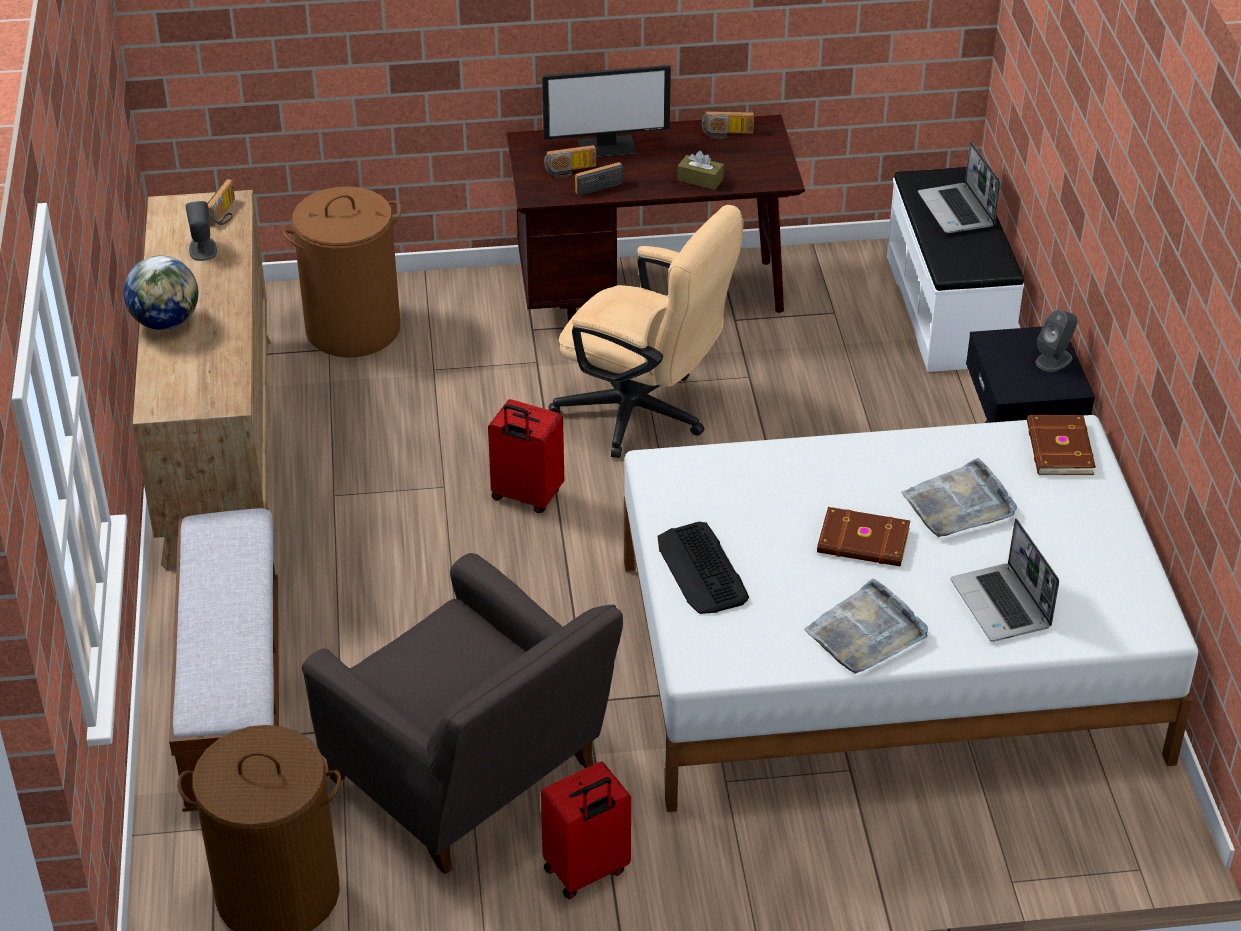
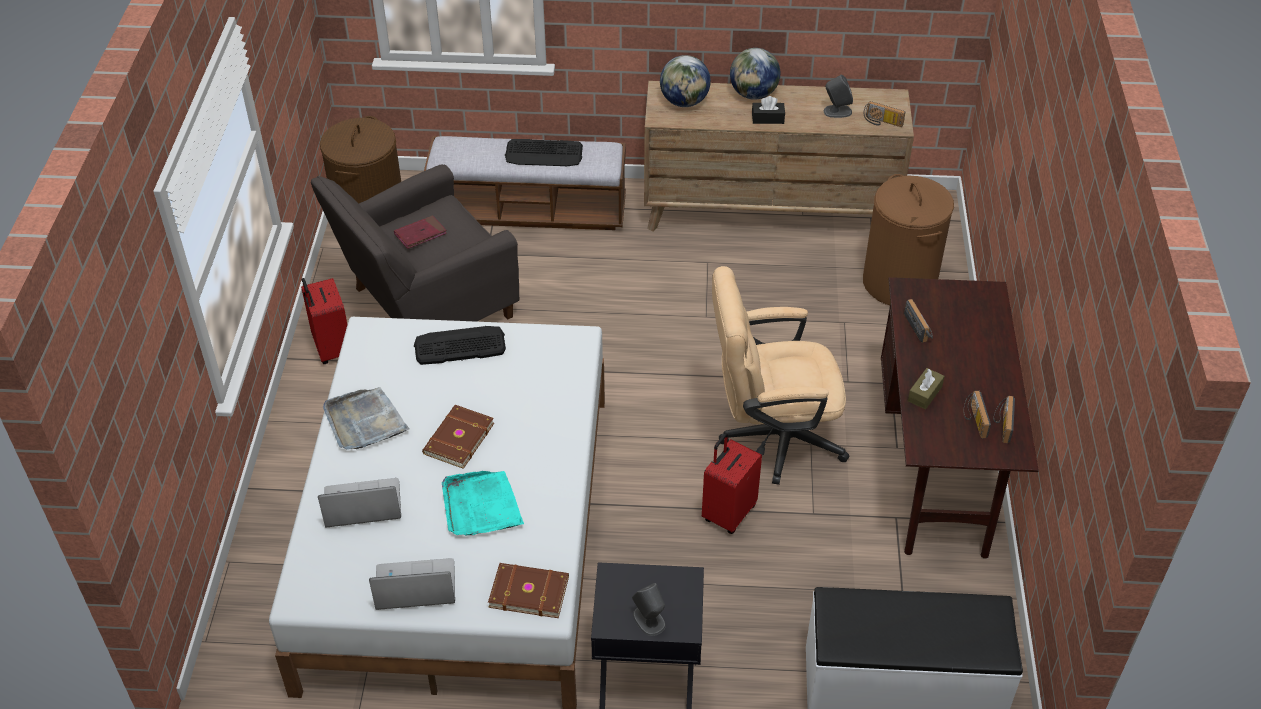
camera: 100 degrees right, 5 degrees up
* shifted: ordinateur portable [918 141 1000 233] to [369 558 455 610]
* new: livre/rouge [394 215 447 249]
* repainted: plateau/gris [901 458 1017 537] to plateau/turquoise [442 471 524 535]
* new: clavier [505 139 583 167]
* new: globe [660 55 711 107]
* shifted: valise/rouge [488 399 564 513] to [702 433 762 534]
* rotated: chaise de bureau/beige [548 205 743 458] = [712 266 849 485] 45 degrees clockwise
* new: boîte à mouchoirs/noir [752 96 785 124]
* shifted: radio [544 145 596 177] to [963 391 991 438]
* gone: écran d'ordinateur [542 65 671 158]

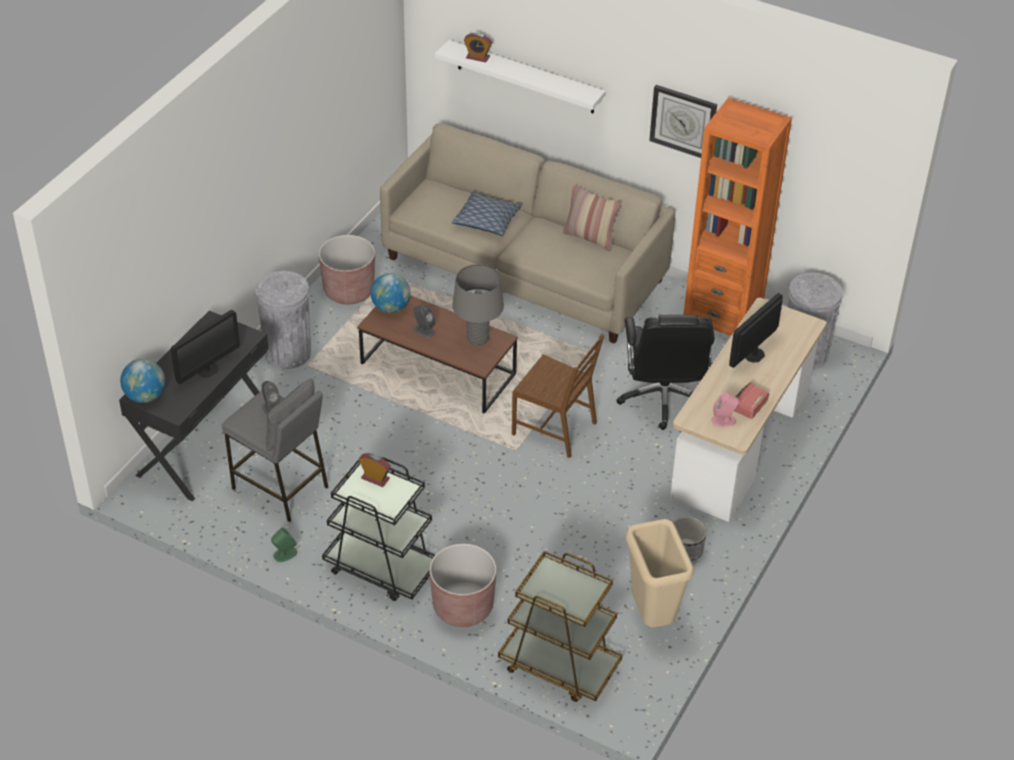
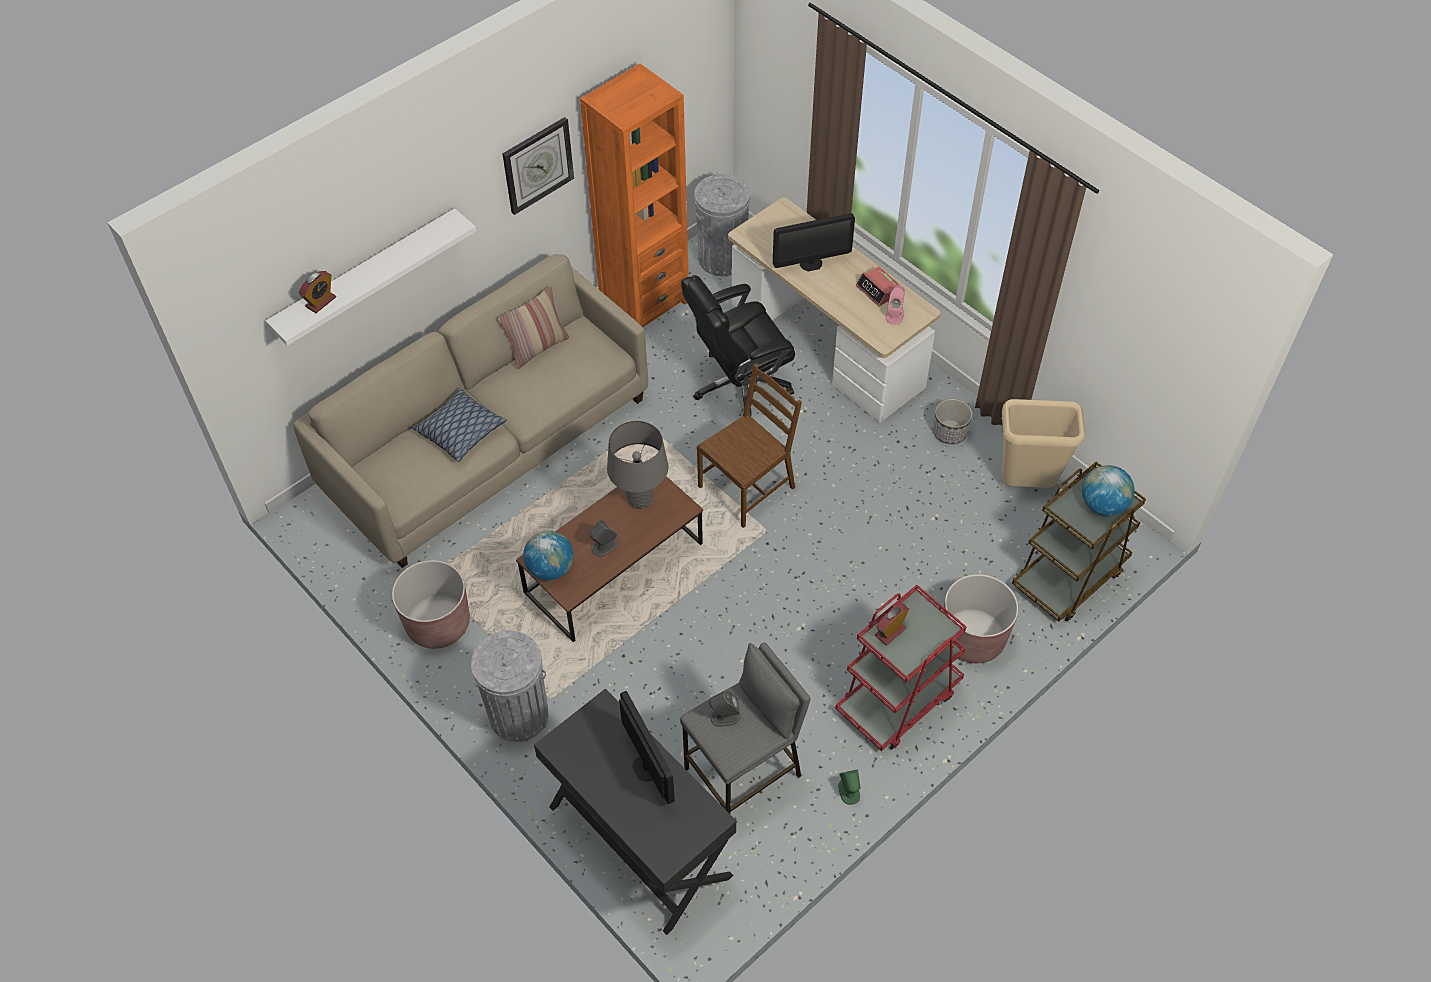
camera: 70 degrees left, 10 degrees up
* rotated: chaise de bureau/noir [616 315 714 430] = [681 275 795 416] 135 degrees clockwise
* rotated: écran d'ordinateur [729 293 783 368] = [773 213 855 271] 75 degrees counterclockwise
* repainted: chariot/noir [322 457 435 601] to chariot/rouge [835 585 966 751]
* shifted: globe [120 359 165 403] to [1082 465 1135 516]

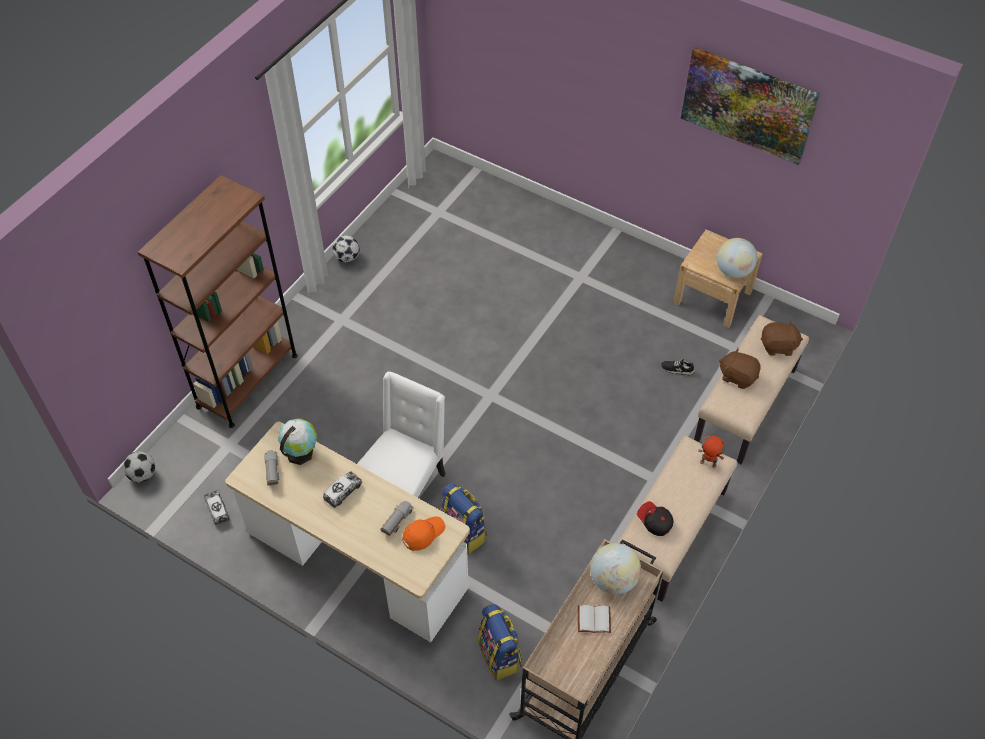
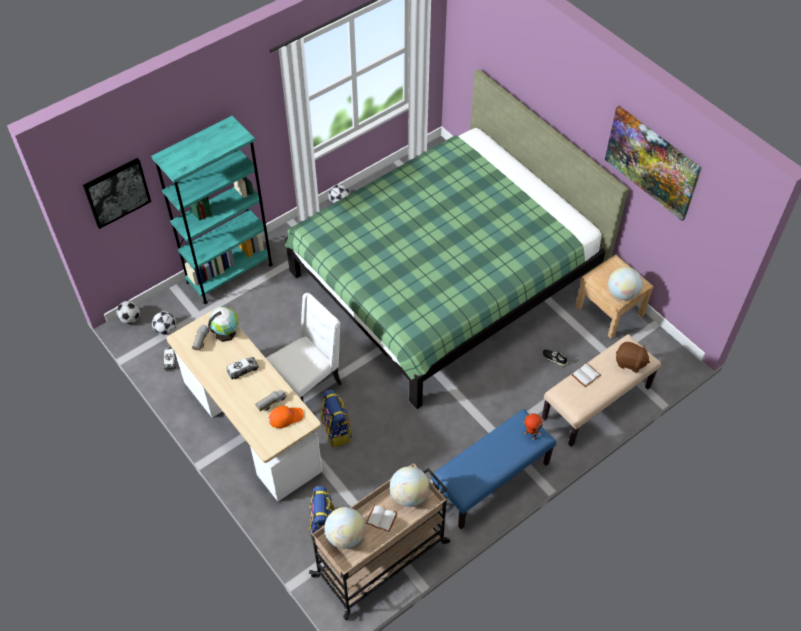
camera: 20 degrees right, 0 degrees up
* new: tableau [83 158 151 229]
* repainted: bibliothèque/marron [138 175 298 428] to bibliothèque/turquoise [151 116 273 304]
* new: ballon de foot [152 311 176 335]
* new: lit/vert [285 69 629 409]
* new: globe [324 507 365 549]
* repainted: banc/beige [617 436 738 602] to banc/bleu [431 409 556 529]
* swapped: peluche/marron [719 348 761 389] to livre/blanc [571 363 601 387]
* gone: casquette [637 501 674 536]

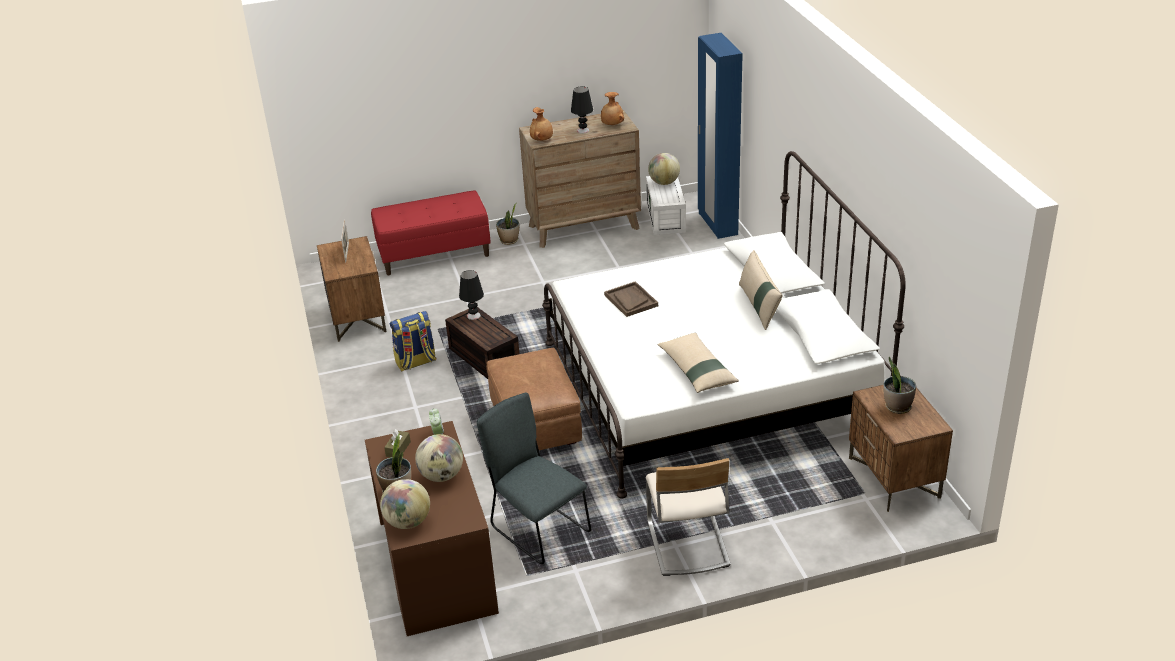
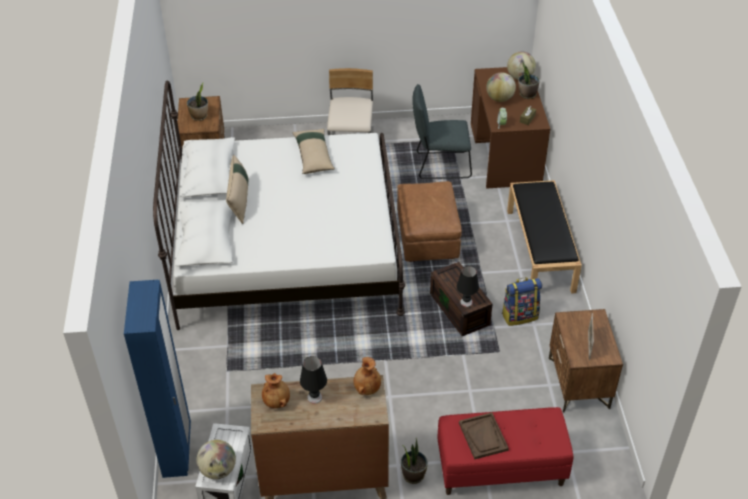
camera: 170 degrees left, 10 degrees up
* rotated: chaise/gris [477 392 591 564] = [412 84 472 179] 120 degrees clockwise
* shifted: plateau/marron [604 281 658 317] to [459 412 509 460]
* new: banc/noir [507 180 582 294]

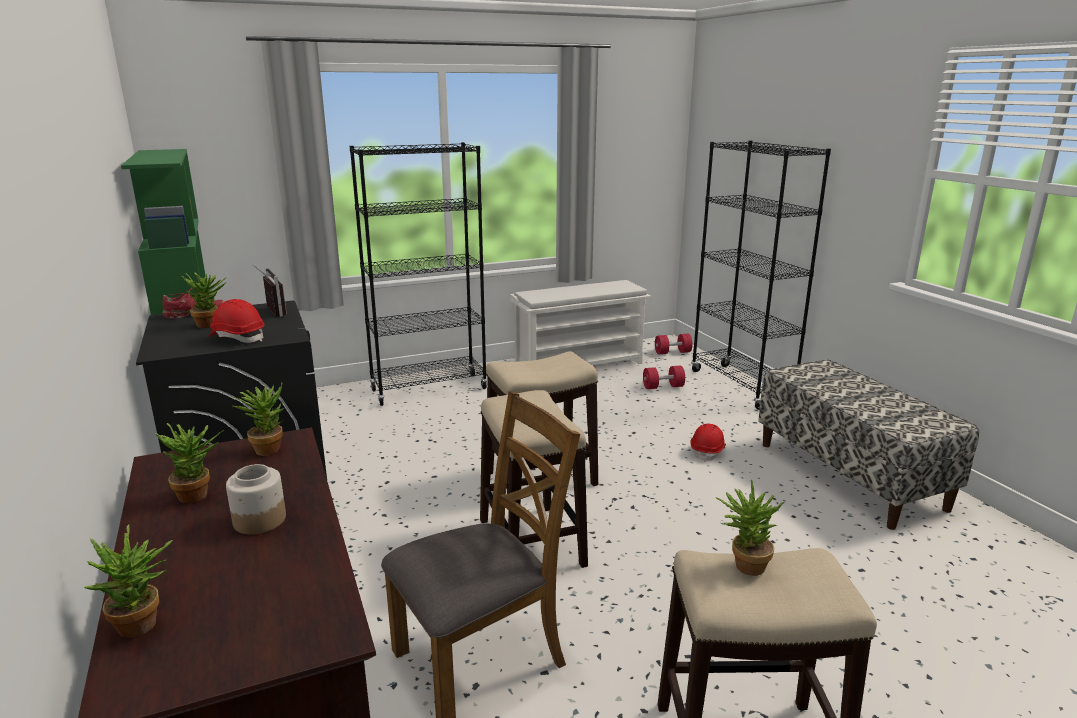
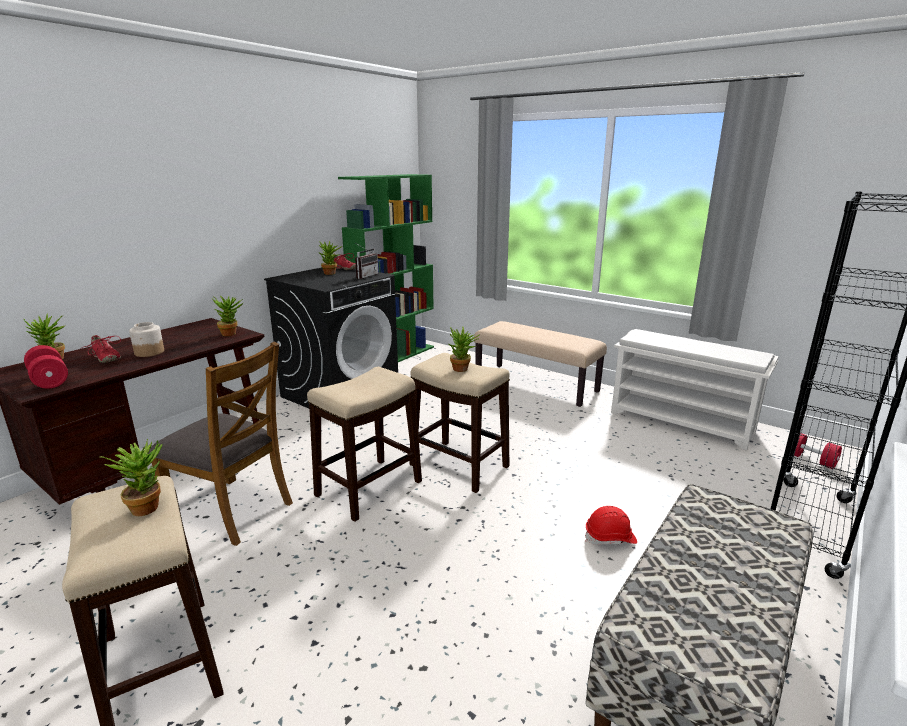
camera: 60 degrees right, 0 degrees up
* shifted: haltère/rouge [643 366 685 389] to [24 345 68 389]
* new: chaussure/rouge [82 335 121 363]
* shifted: plante en pot [155 423 224 504] to [449 326 479 372]
* swapped: bibliothèque/noir [350 142 488 406] to banc/beige [474 321 607 407]
* gone: casque de chantier/rouge [207 299 265 343]

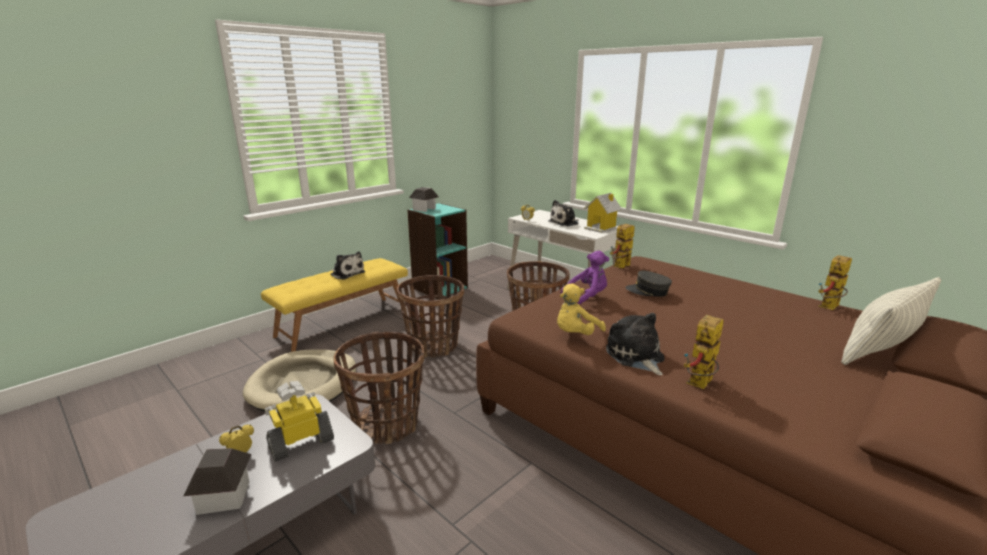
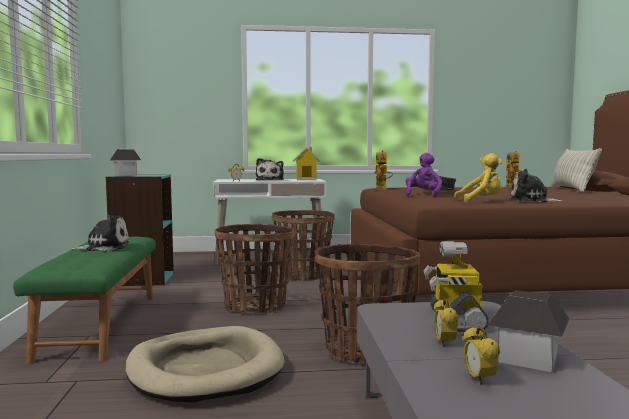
camera: 50 degrees left, 15 degrees down
* repainted: banc/jaune [261 258 408 352] to banc/vert [13 237 156 365]
* rotated: peluche/jaune [557 284 606 335] = [454 153 503 203] 90 degrees counterclockwise
* new: réveil [463 326 500 385]
* gone: robot jouet [684 315 724 389]

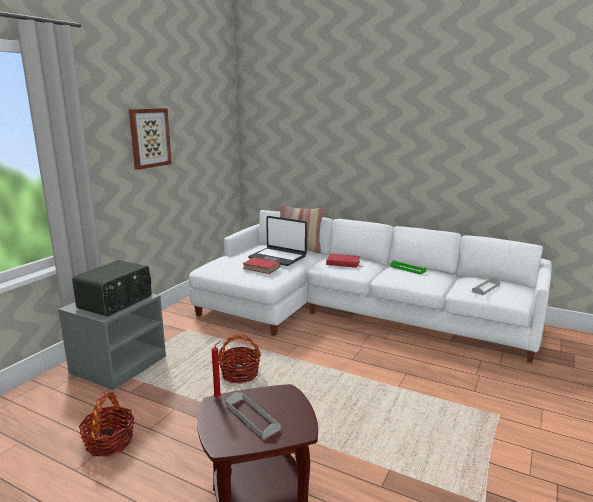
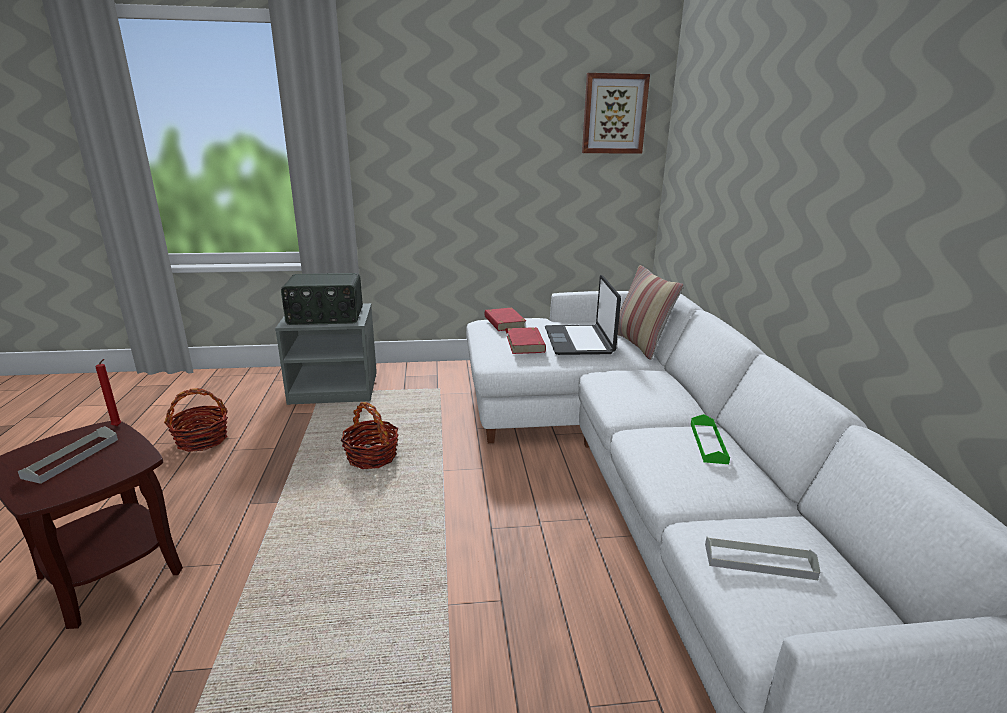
camera: 55 degrees right, 5 degrees up
* shifted: livre/rouge [326 254 363 268] to [485 308 526 334]
* shifted: tableau [129 108 172 170] to [582 73 650 154]

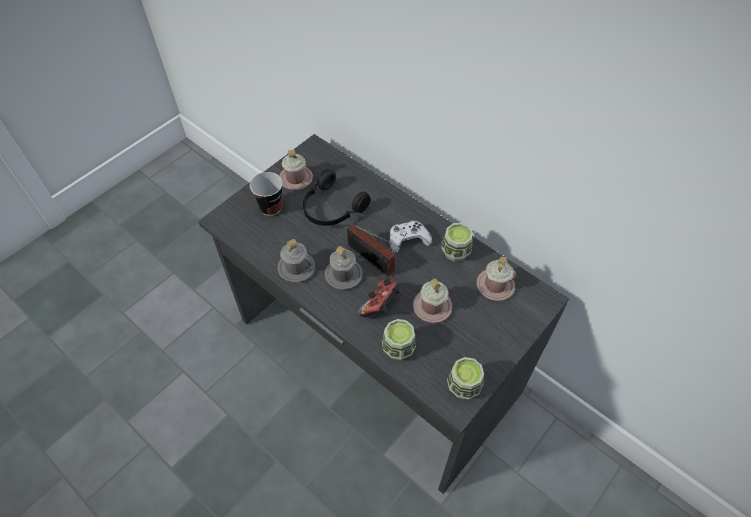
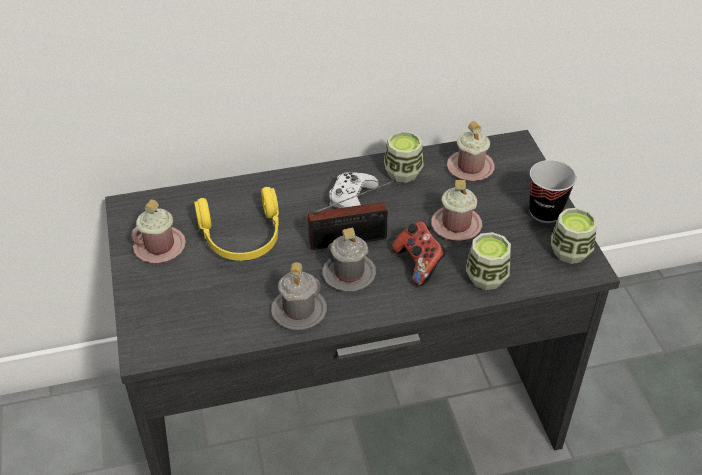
camera: 55 degrees left, 10 degrees down
* repainted: casque audio/noir [303 169 371 226] to casque audio/jaune [194 187 279 261]
* shifted: tasse [250 172 283 216] to [529 160 577 223]

